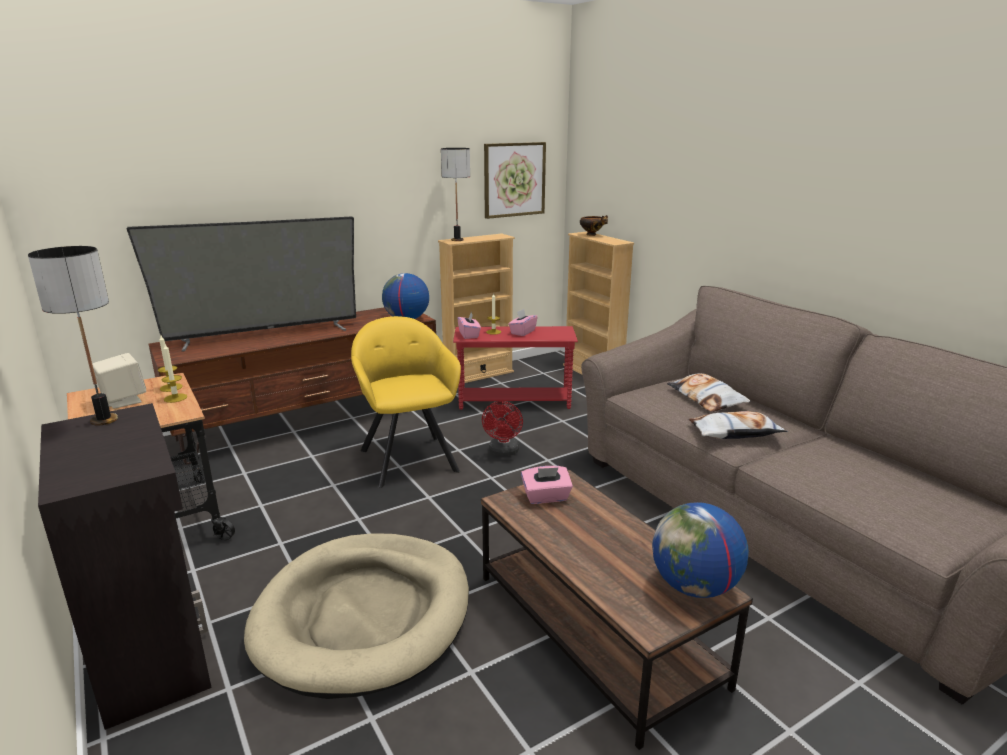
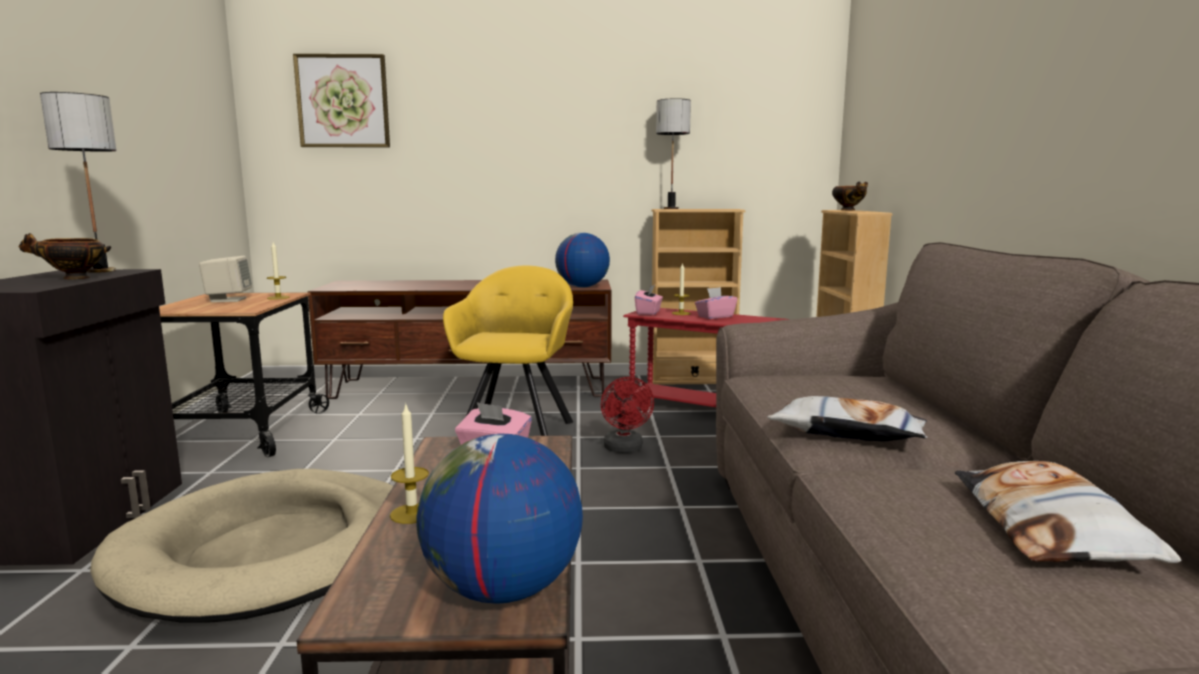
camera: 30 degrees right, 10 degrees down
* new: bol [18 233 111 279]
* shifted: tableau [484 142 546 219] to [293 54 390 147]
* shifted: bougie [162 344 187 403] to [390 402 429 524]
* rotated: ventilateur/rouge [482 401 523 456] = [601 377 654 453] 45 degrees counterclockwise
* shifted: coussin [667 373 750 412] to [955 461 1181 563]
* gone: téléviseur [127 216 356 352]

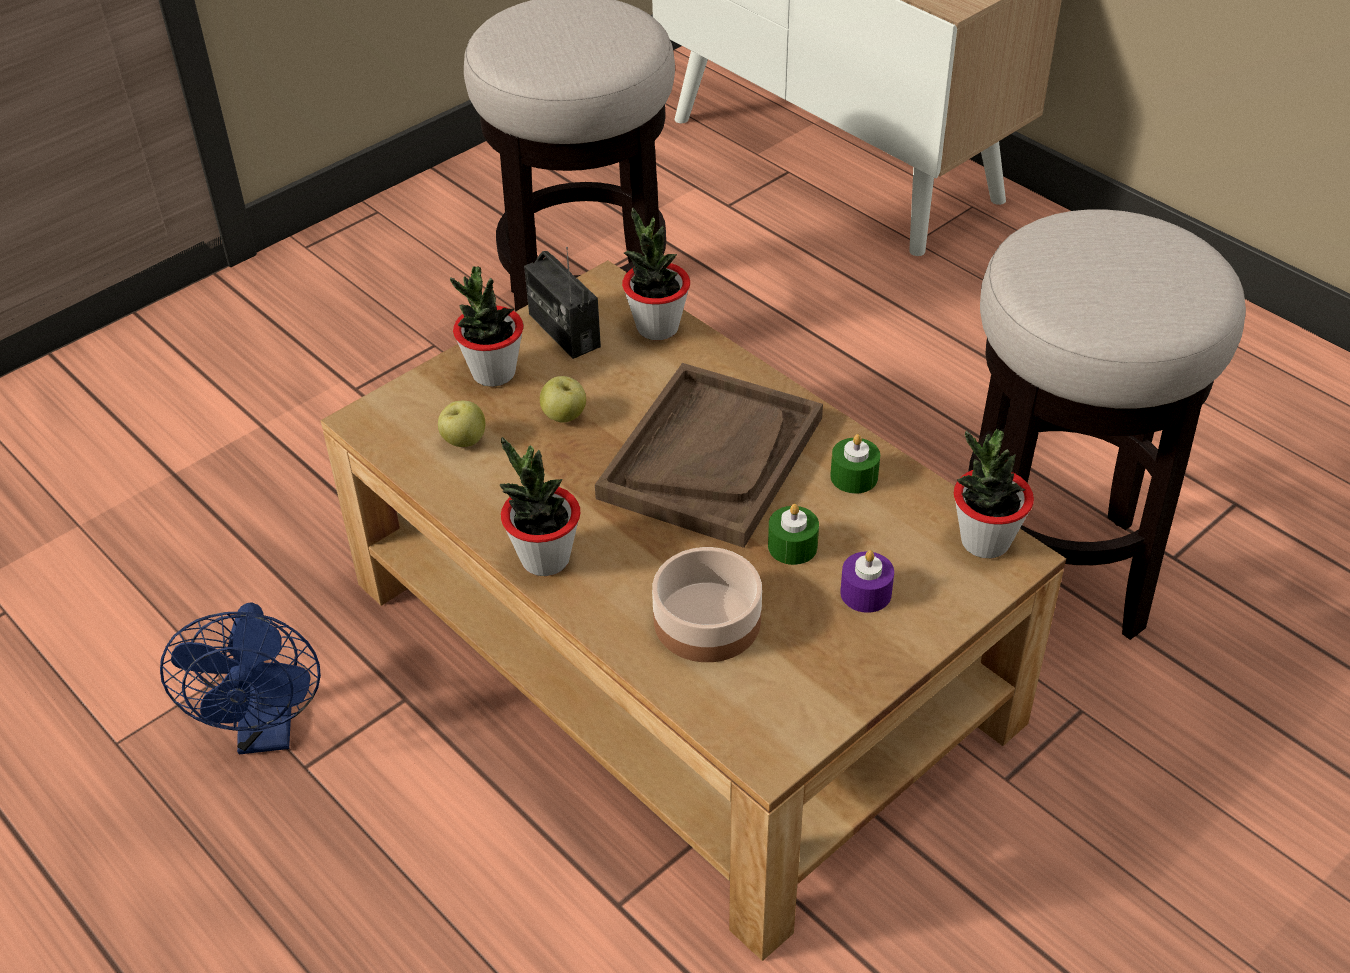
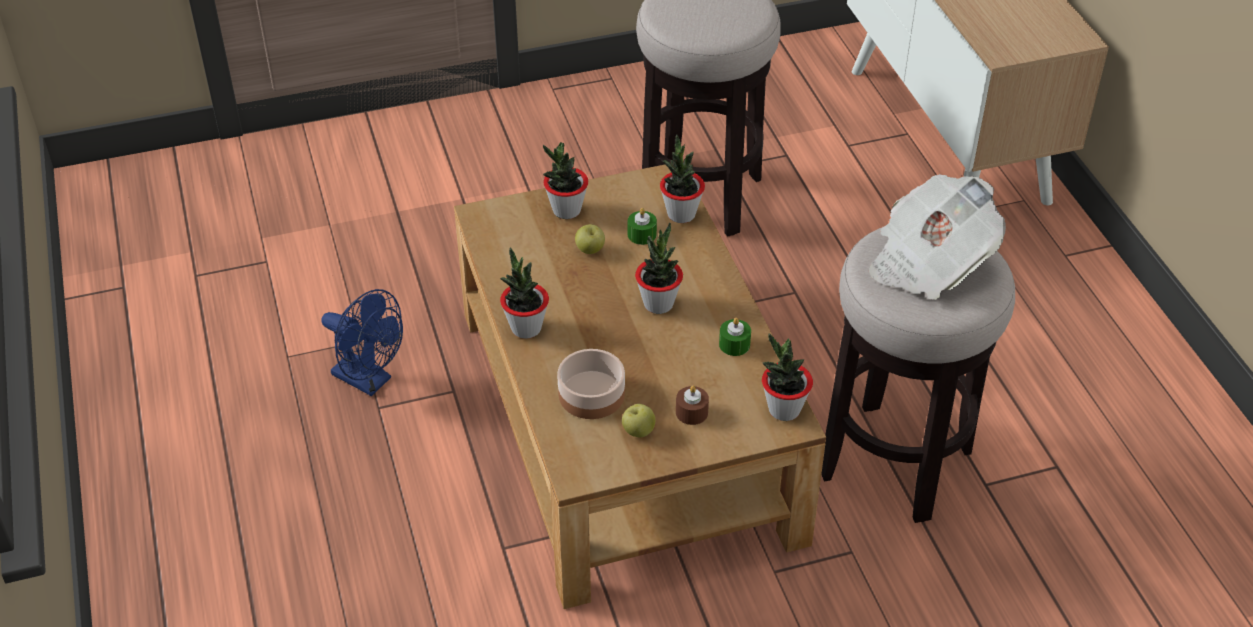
camera: 25 degrees right, 0 degrees up
* rotated: ventilateur/bleu [160 602 321 754] = [321 289 403 396] 75 degrees counterclockwise
* shifted: pomme [438 401 485 447] to [622 404 655 437]
* shifted: bougie/vert [768 504 819 565] to [628 208 657 245]
* swapped: plateau/marron [595 363 823 548] to plante en pot [635 223 683 314]
* repainted: bougie/violet [840 550 894 613] to bougie/marron [676 386 709 425]
* new: journal [869 174 1006 300]
* gone: radio [524 247 601 359]

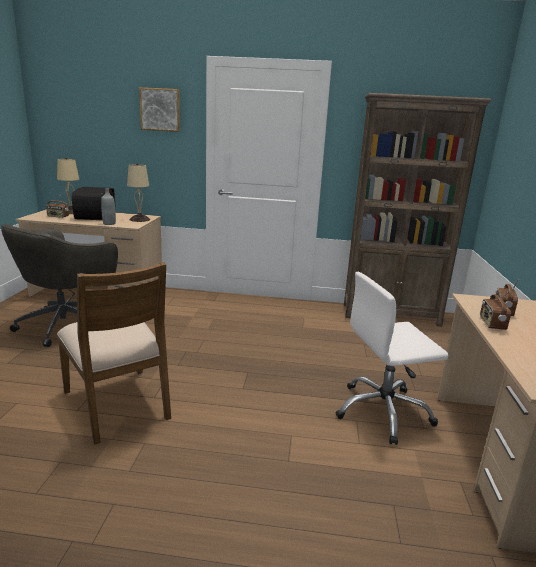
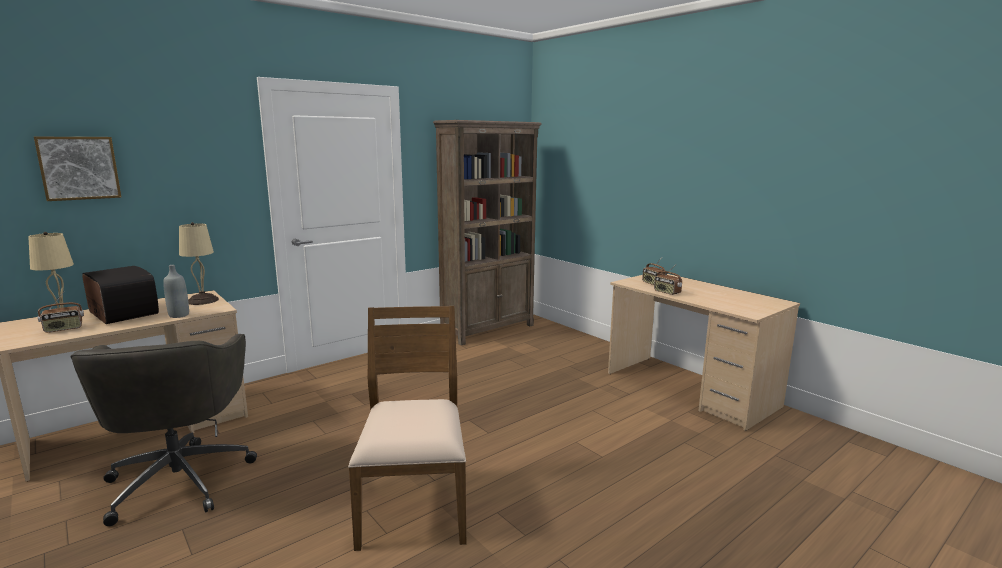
camera: 45 degrees left, 5 degrees down
* shifted: tableau [139 87 180 132] to [34 137 121 201]
* rotated: chaise/marron [57 262 171 444] = [348 306 466 551] 105 degrees counterclockwise
* gone: chaise de bureau/blanc [336 272 449 445]

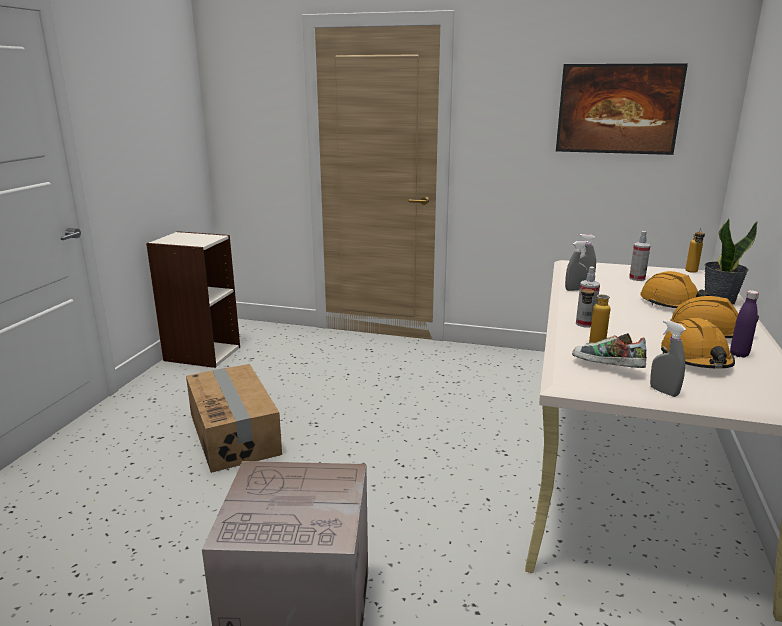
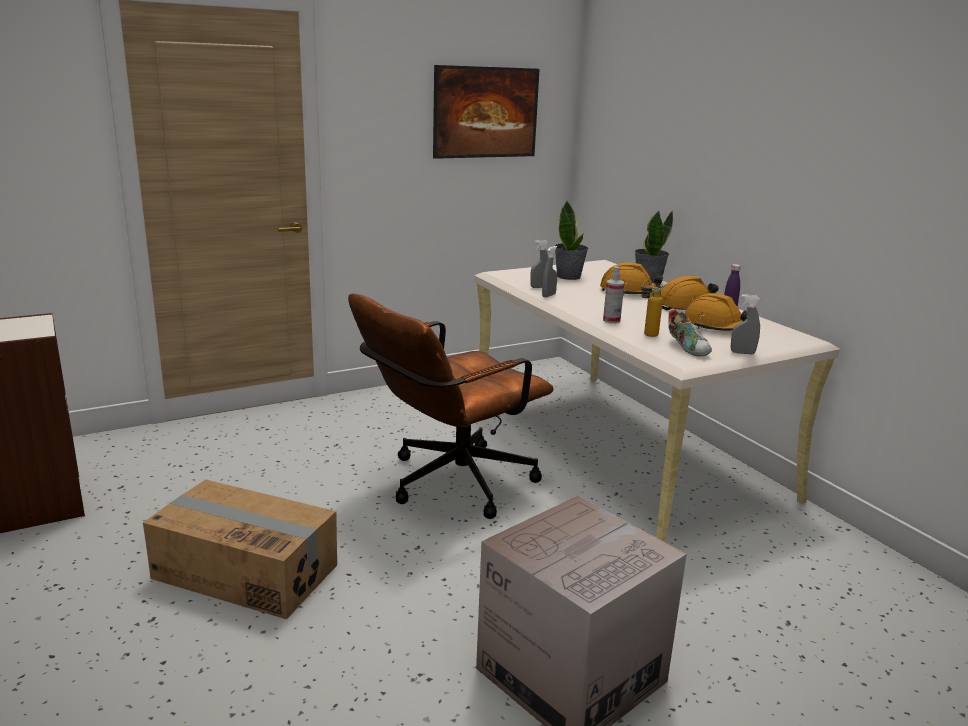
camera: 45 degrees left, 0 degrees up
* new: chaise de bureau/marron [348 294 554 519]
* swapped: vaporisateur [629 231 651 281] to plante en pot [555 201 588 280]
* rotated: chaussure [572 333 647 368] = [668 310 712 357] 105 degrees counterclockwise
* gone: bouteille [685 228 705 273]

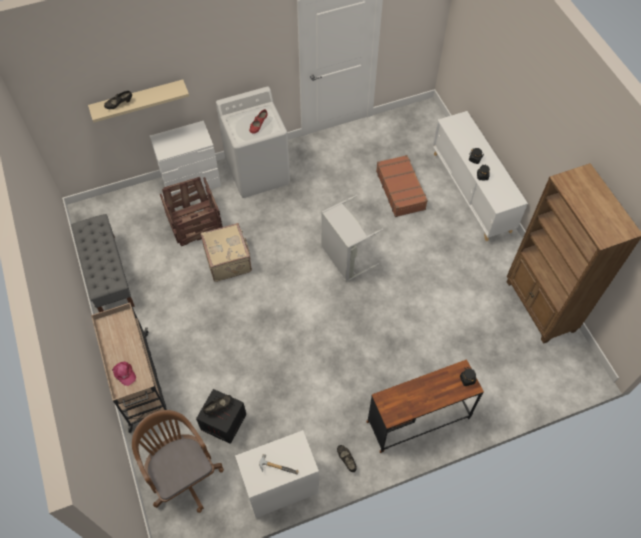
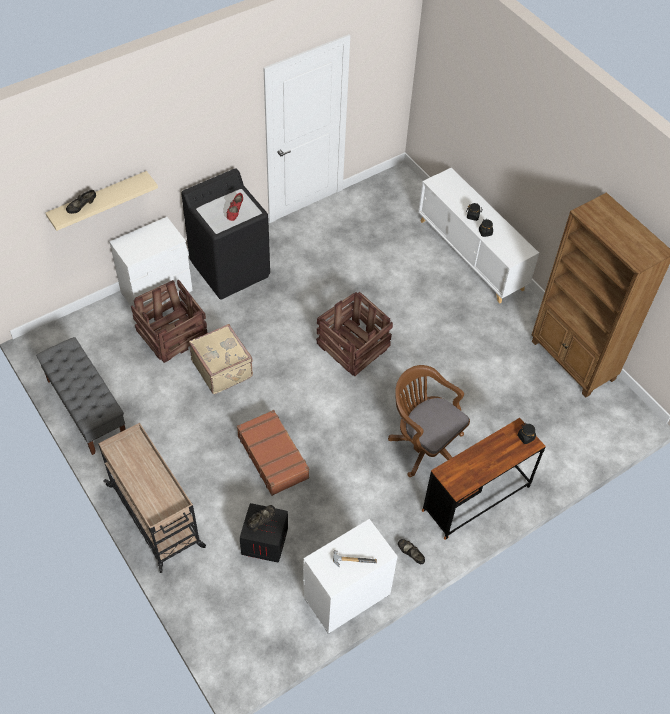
camera: 15 degrees left, 5 degrees down
* repainted: lave-linge/blanc [216 87 290 198] to lave-linge/noir [181 168 270 300]
* shifted: valise/marron [376 155 428 217] to [237 410 310 496]
* swapped: panier à linge/gris [321 195 383 282] to caisse [316 292 393 376]
* shifted: chaise de bureau/marron [132 410 224 513] to [388 365 470 477]
* gone: casquette/rose [112 362 136 386]

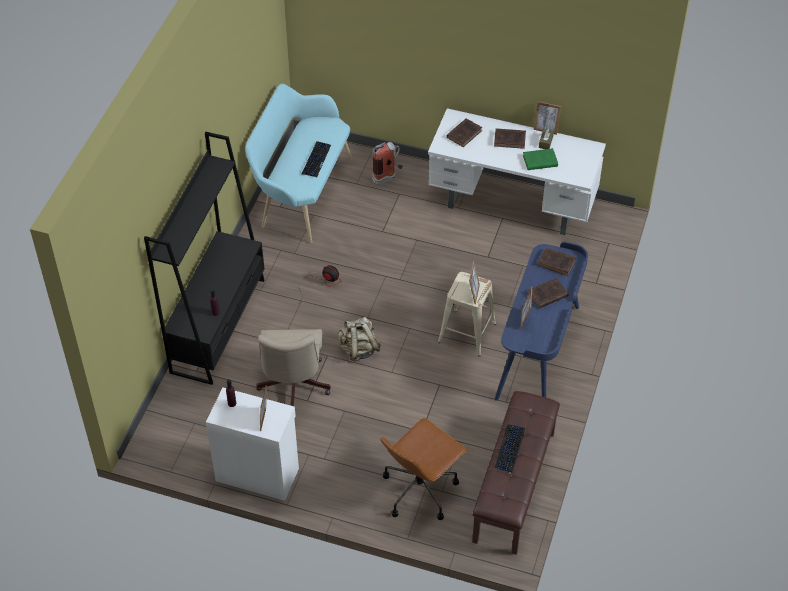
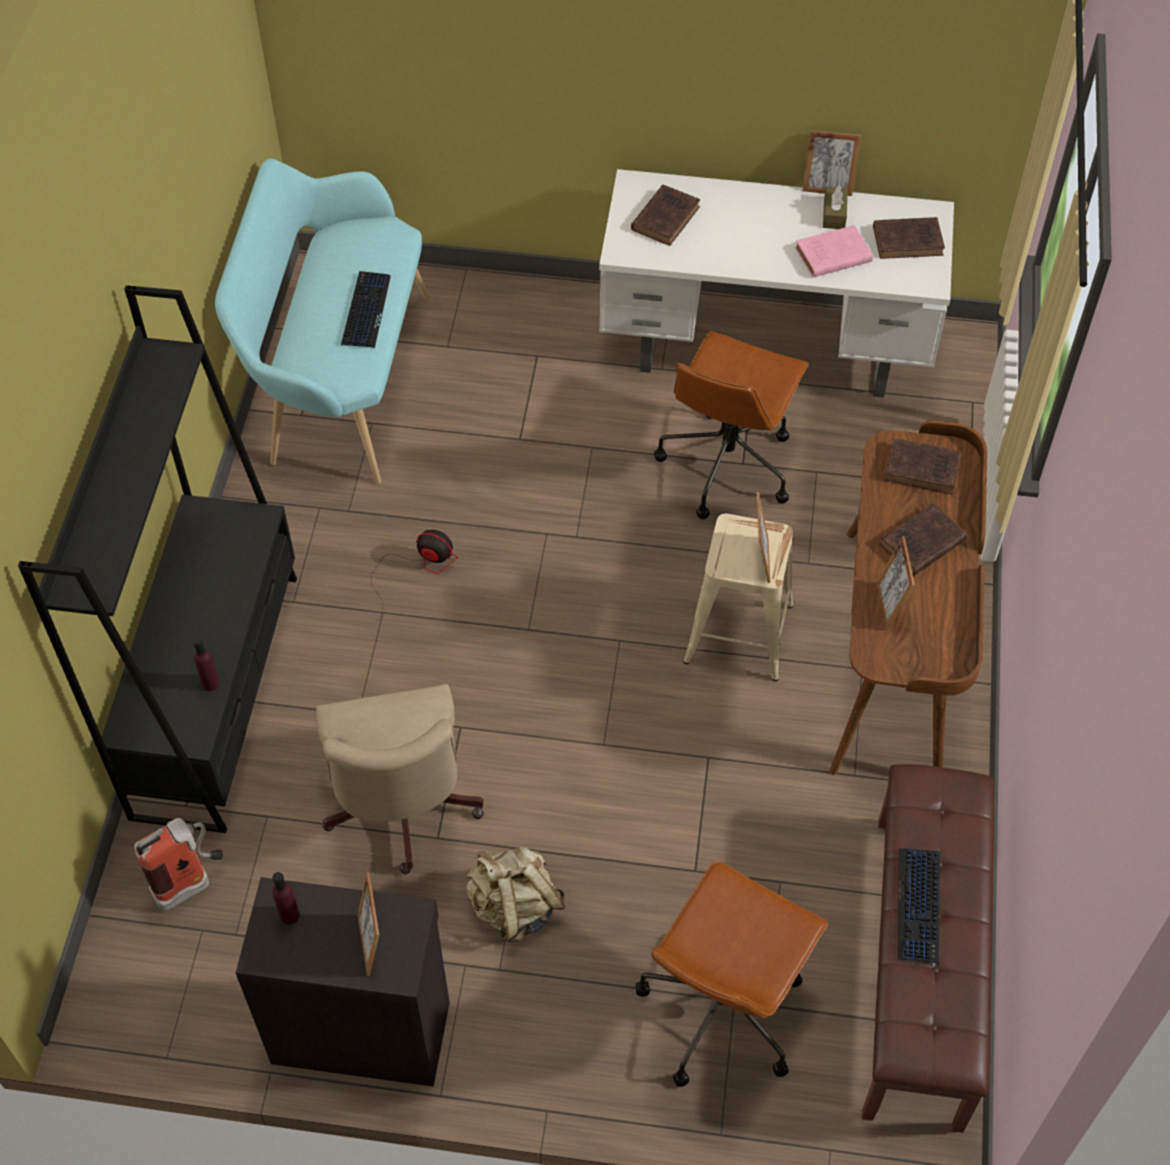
camera: 10 degrees left, 5 degrees up
* shifted: extincteur [372 142 403 185] to [134 818 223 910]
* repainted: meuble de rangement/blanc [206 388 299 501] to meuble de rangement/noir [236 877 450 1087]
* shifted: sac à dos/beige [338 317 381 361] to [466 846 565 942]
* new: chaise de bureau/marron [654 331 809 519]
* repainted: livre/vert [523 148 558 170] to livre/rose [795 225 873 277]
* repainted: bureau/bleu [495 242 588 400] to bureau/marron [829 420 987 775]
* shifted: livre/marron [494 128 526 149] to [873 217 945 259]

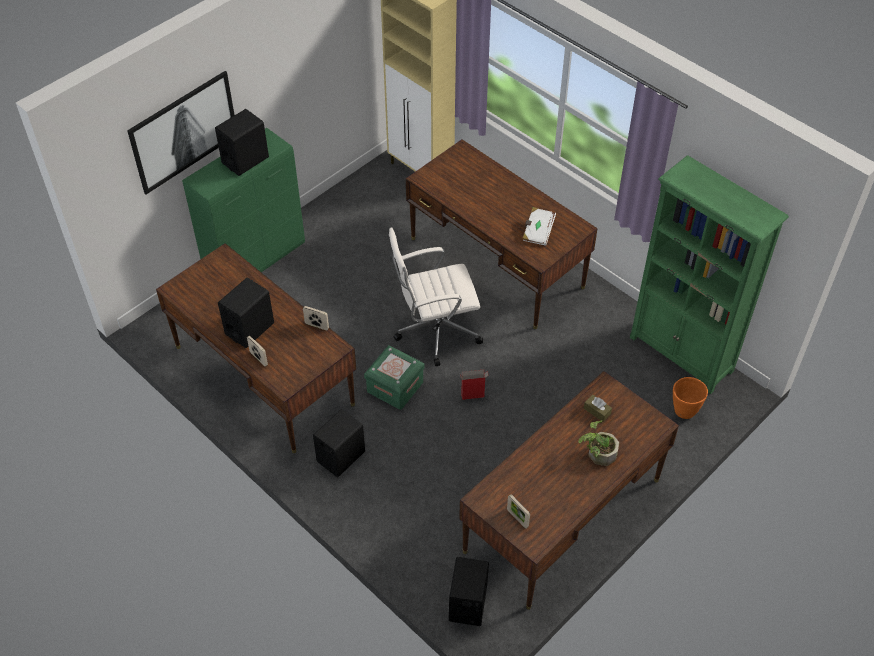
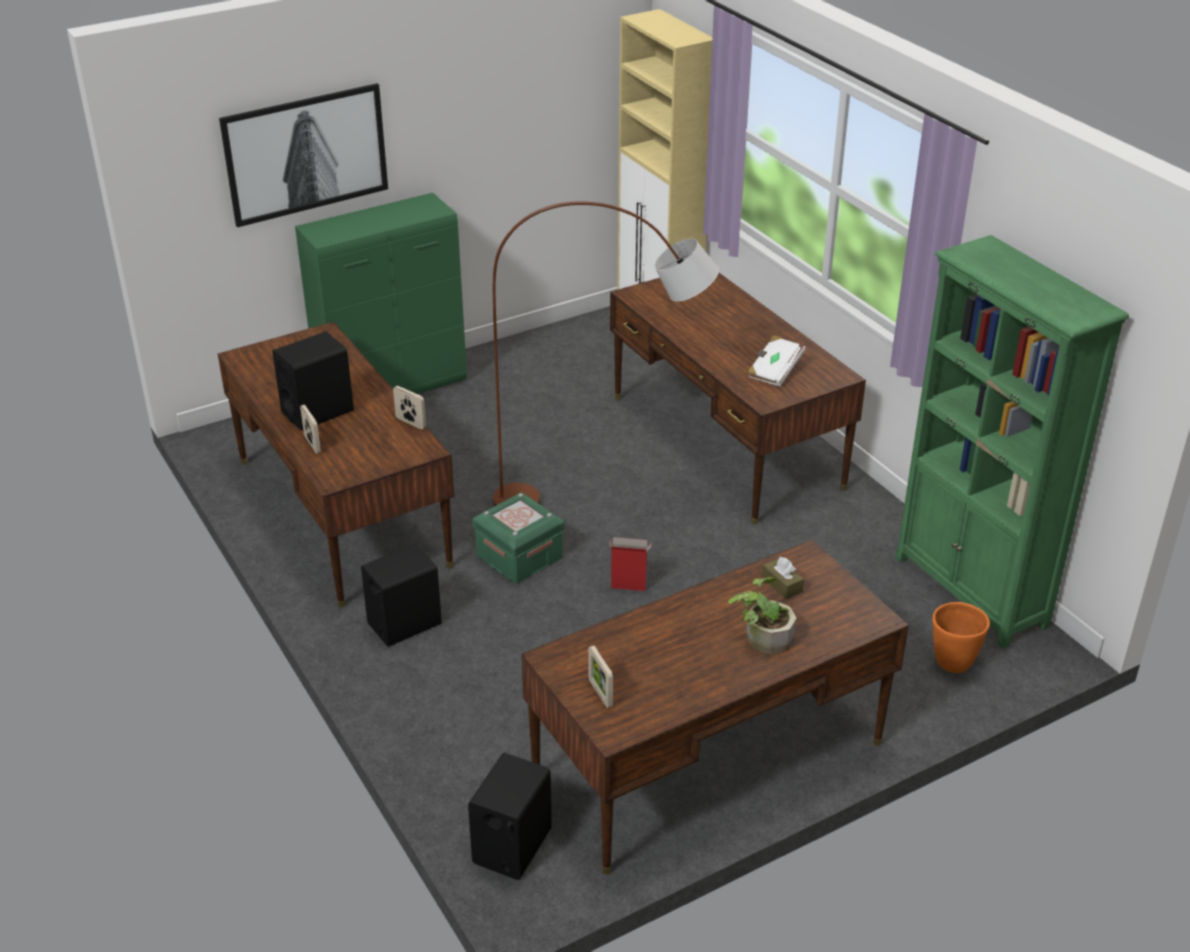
camera: 15 degrees right, 15 degrees down
* swapped: chaise de bureau/blanc [389 227 483 366] to lampadaire/marron [493 202 719 507]
* gone: enceinte/noir [215 109 269 176]

